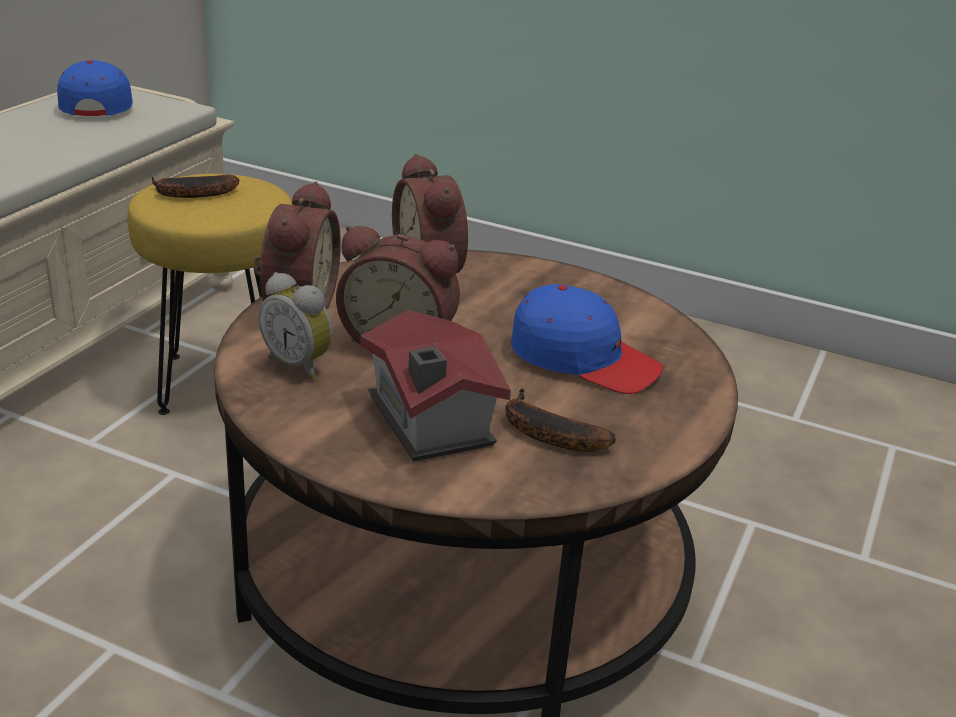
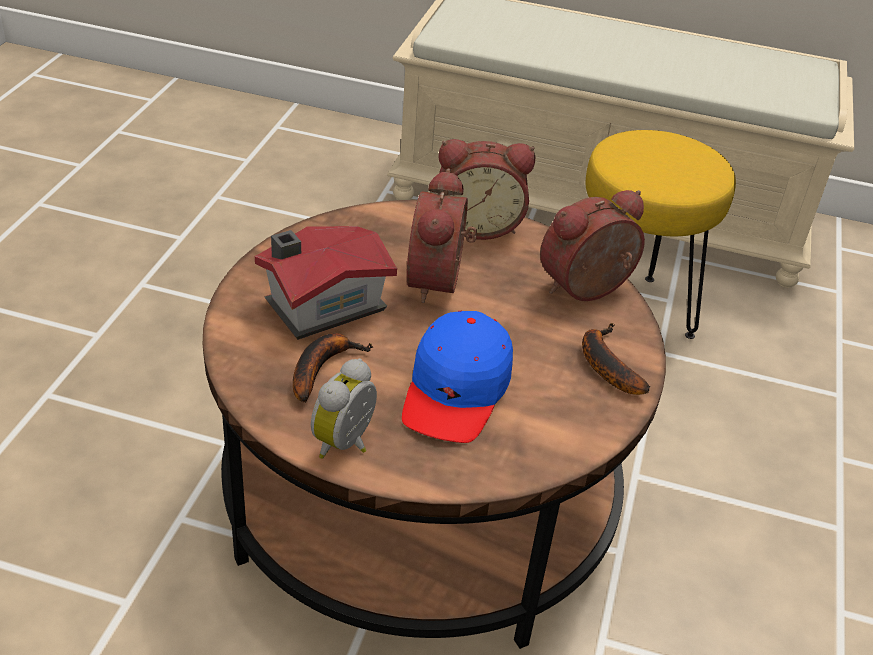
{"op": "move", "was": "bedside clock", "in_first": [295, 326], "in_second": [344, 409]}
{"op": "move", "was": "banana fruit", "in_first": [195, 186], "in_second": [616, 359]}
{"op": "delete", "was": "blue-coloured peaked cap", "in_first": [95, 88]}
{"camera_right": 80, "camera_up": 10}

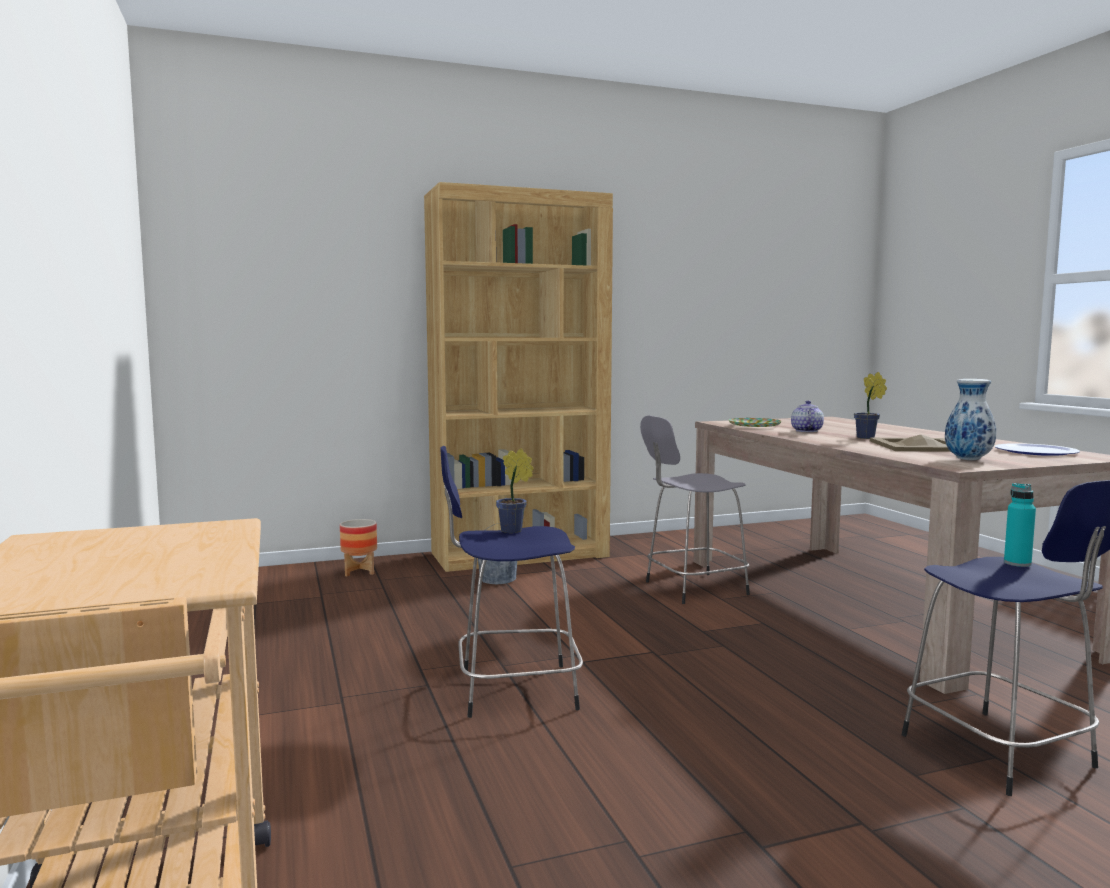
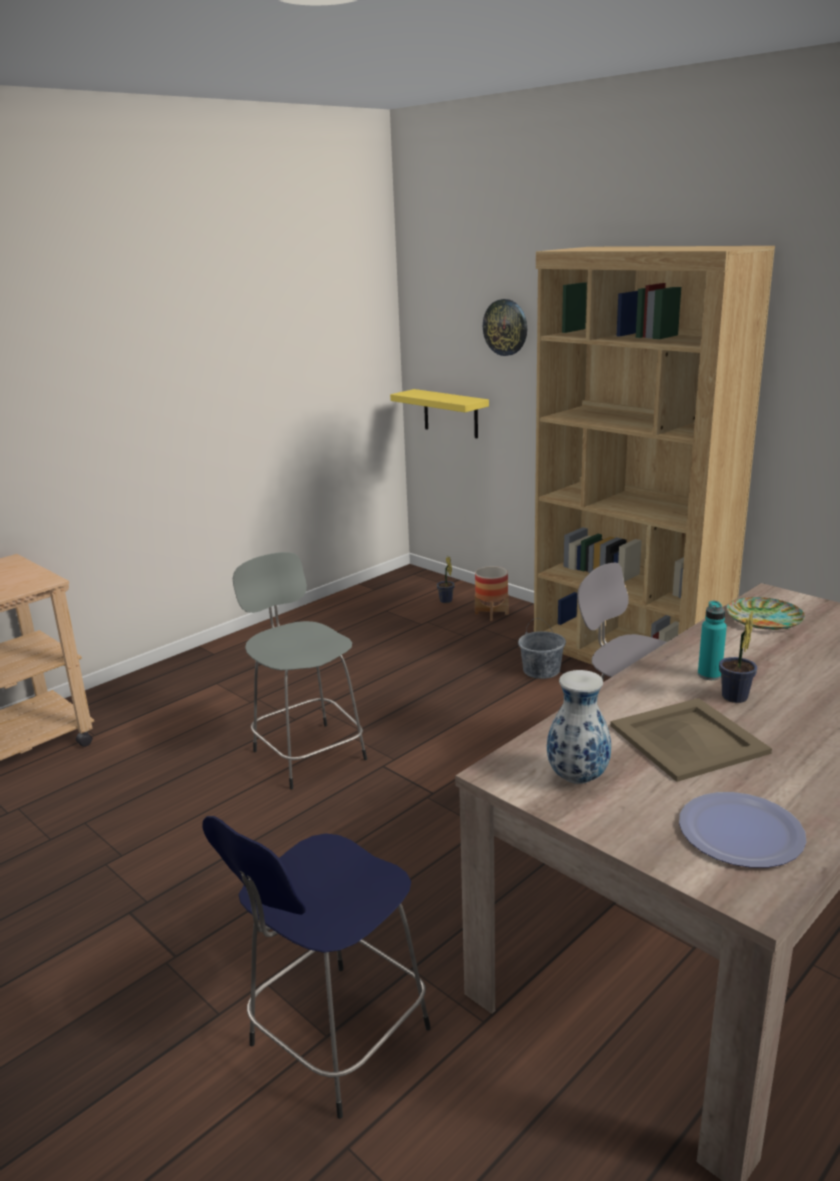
{"op": "recolor", "was": "blue-coloured stool seat", "now": "greyish stool seat", "in_first": [511, 582], "in_second": [300, 671]}
{"op": "insert", "now": "yellowish shelf", "in_second": [439, 413]}
{"op": "move", "was": "plant in a pot", "in_first": [515, 491], "in_second": [446, 579]}
{"op": "insert", "now": "hanging clock", "in_second": [505, 327]}
{"op": "move", "was": "turquoise-coloured drink bottle", "in_first": [1020, 525], "in_second": [712, 640]}
{"op": "delete", "was": "pot for tea", "in_first": [807, 416]}
{"camera_right": 65, "camera_up": 15}

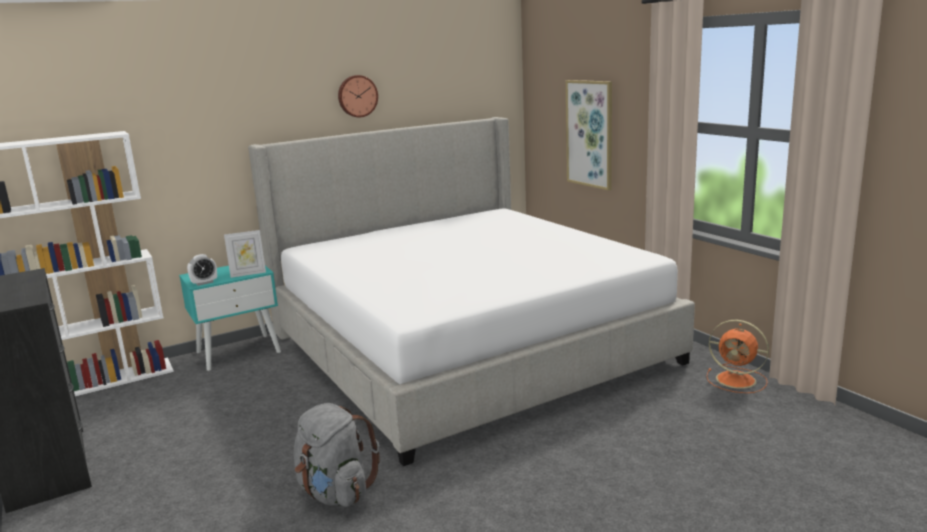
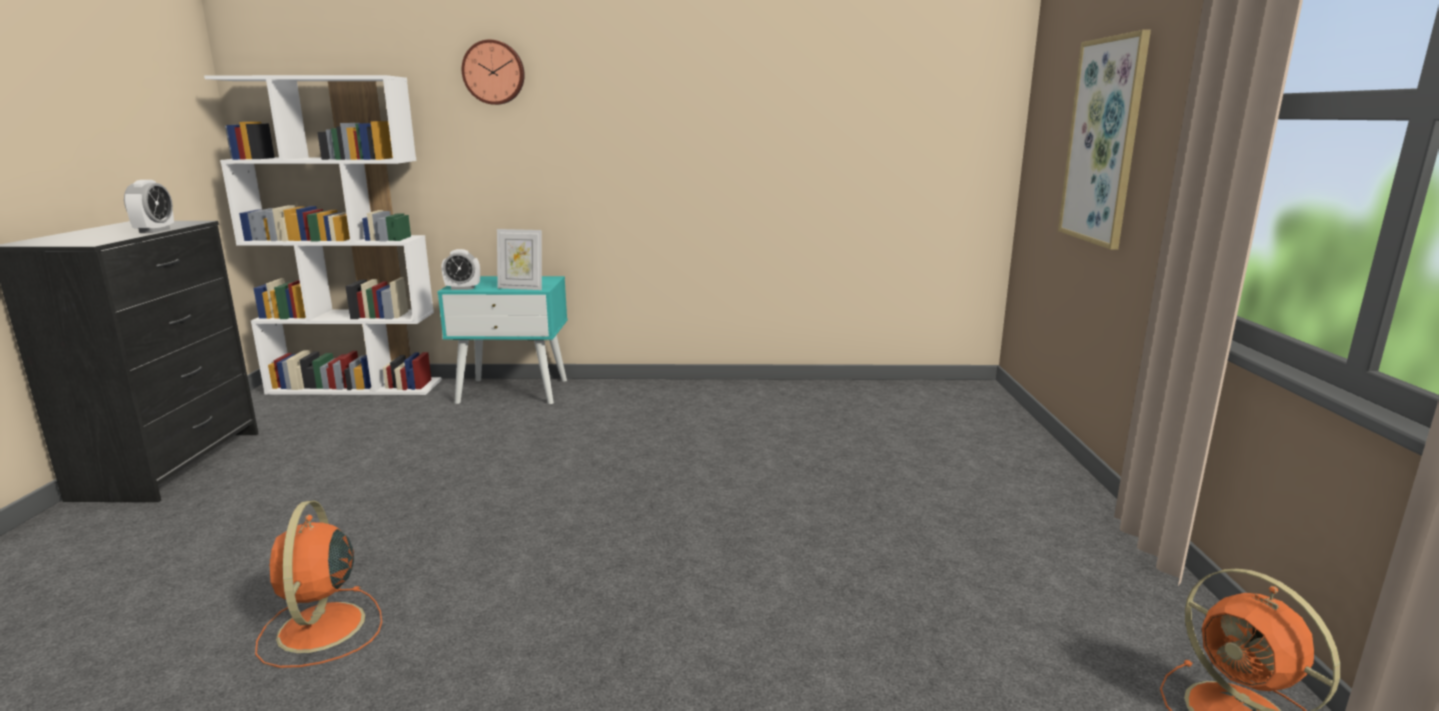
{"op": "insert", "now": "bedside clock", "in_second": [149, 206]}
{"op": "replace", "was": "greyish backpack", "now": "orange cooling fan", "in_first": [337, 455], "in_second": [318, 584]}
{"op": "move", "was": "hanging clock", "in_first": [358, 96], "in_second": [493, 72]}
{"op": "delete", "was": "sleeping bed", "in_first": [471, 291]}
{"camera_right": 30, "camera_up": 0}

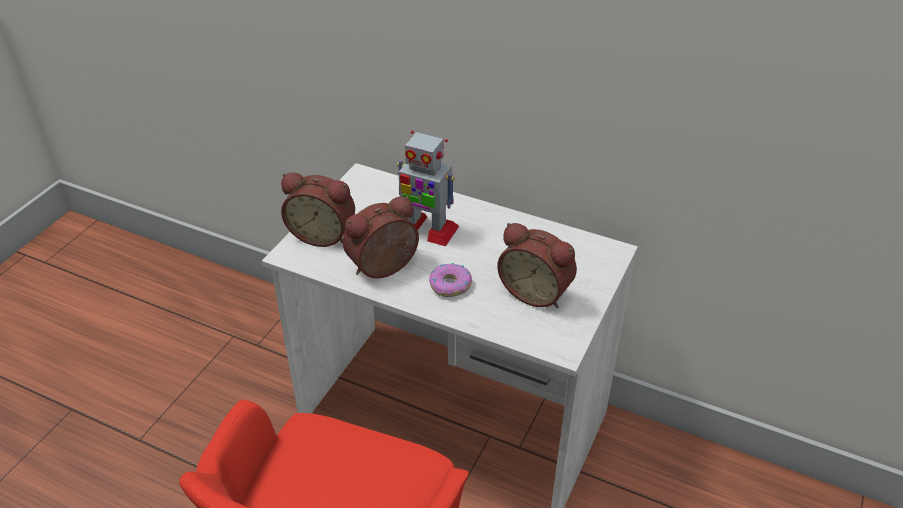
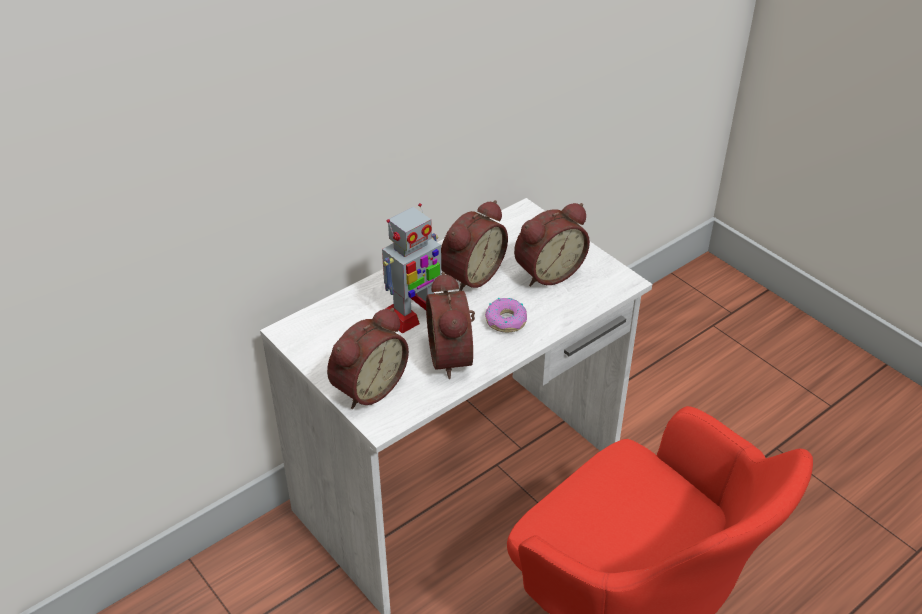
{"op": "insert", "now": "bedside clock", "in_second": [474, 245]}
{"camera_right": -65, "camera_up": 0}

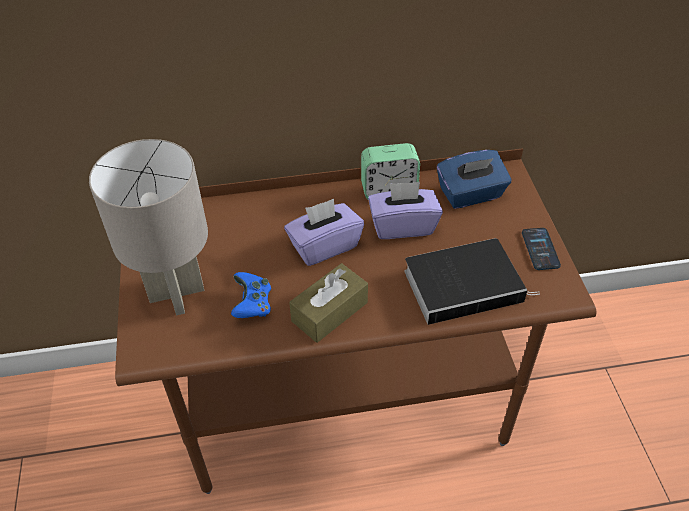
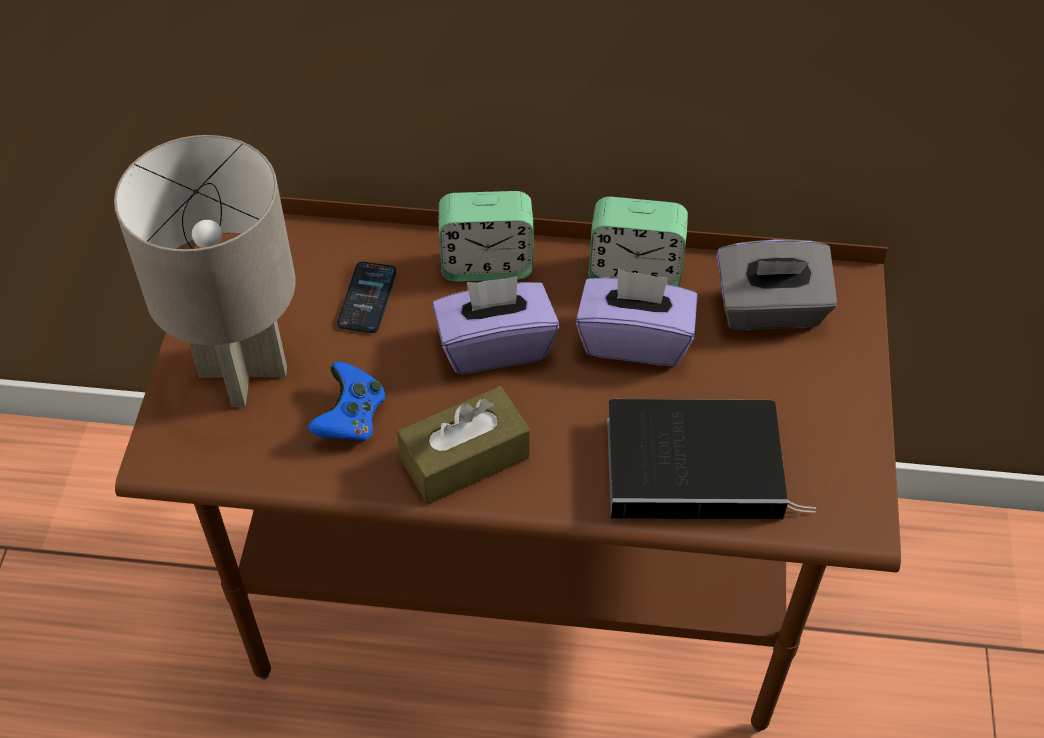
{"op": "move", "was": "phone", "in_first": [541, 249], "in_second": [366, 297]}
{"op": "insert", "now": "bedside clock", "in_second": [486, 236]}
{"op": "recolor", "was": "blue-coloured tissue holder", "now": "greyish tissue holder", "in_first": [474, 179], "in_second": [776, 284]}
{"camera_right": 15, "camera_up": 5}

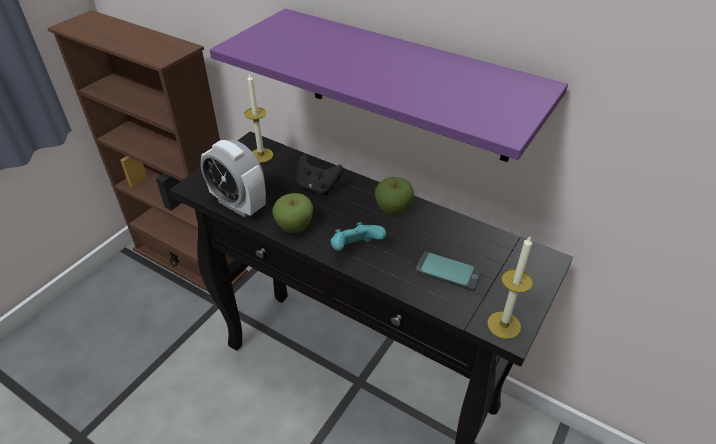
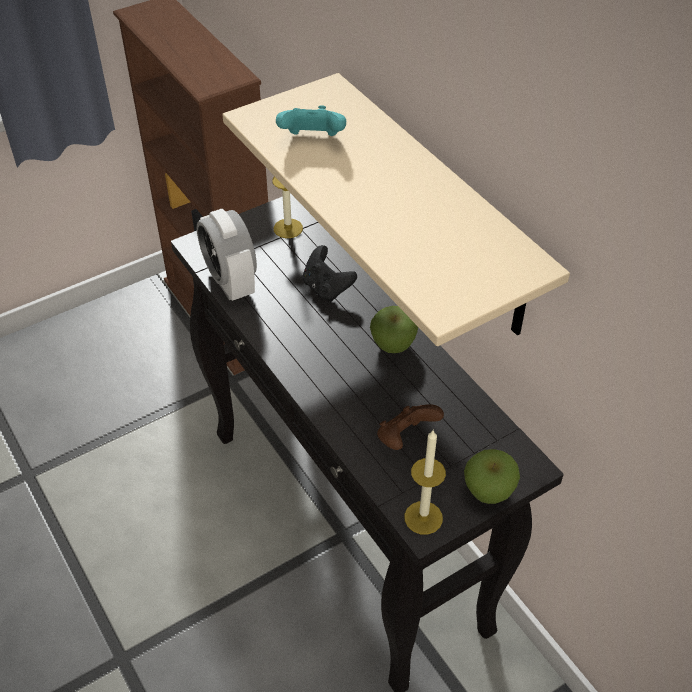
{"op": "recolor", "was": "purplish shelf", "now": "beige shelf", "in_first": [389, 85], "in_second": [396, 209]}
{"op": "move", "was": "turquoise-coloured joypad", "in_first": [358, 236], "in_second": [311, 120]}
{"op": "replace", "was": "phone", "now": "brown joypad", "in_first": [449, 271], "in_second": [410, 427]}
{"op": "move", "was": "whole apple", "in_first": [292, 213], "in_second": [492, 476]}
{"camera_right": 25, "camera_up": 5}

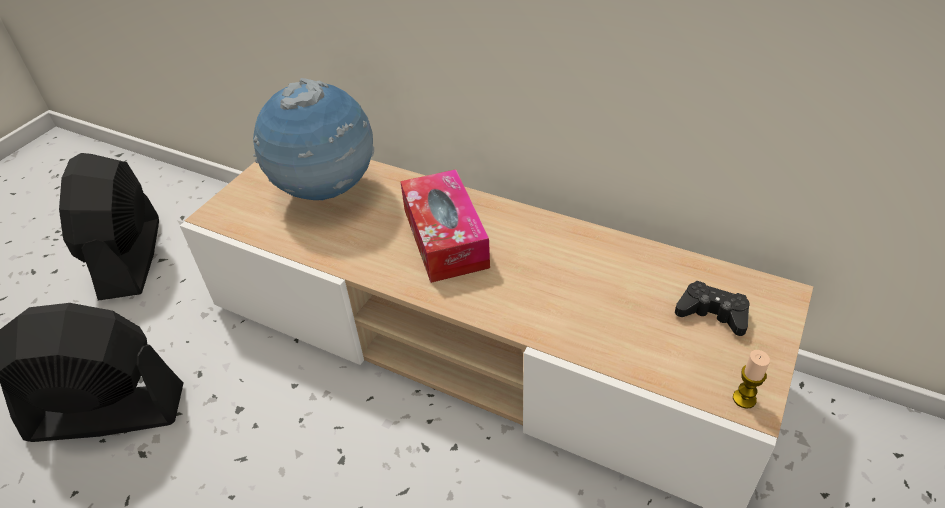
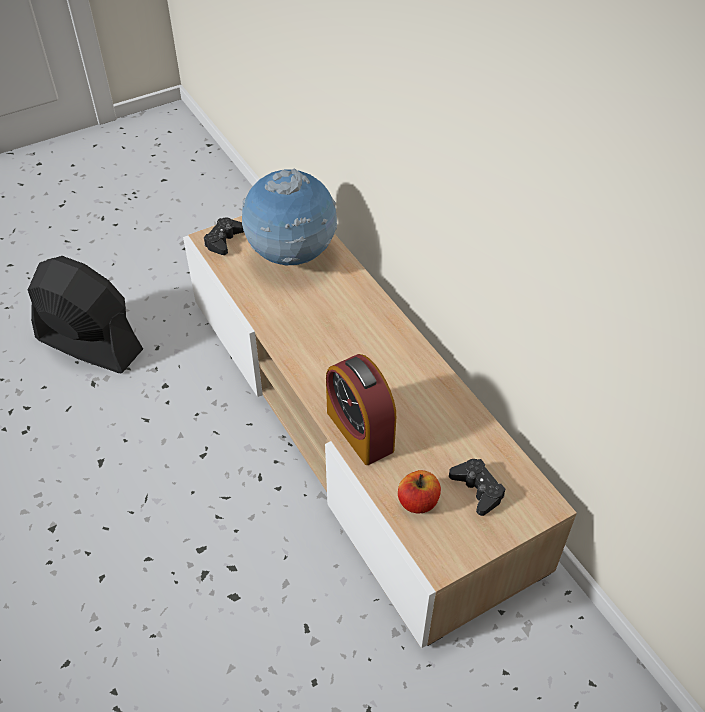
{"op": "insert", "now": "black-coloured joypad", "in_second": [224, 236]}
{"op": "insert", "now": "bedside clock", "in_second": [361, 409]}
{"op": "insert", "now": "whole apple", "in_second": [419, 491]}
{"op": "delete", "was": "black-coloured cooling fan", "in_first": [109, 227]}
{"op": "delete", "was": "tissue holder", "in_first": [445, 226]}
{"op": "delete", "was": "wax light", "in_first": [751, 379]}
{"camera_right": 30, "camera_up": 5}

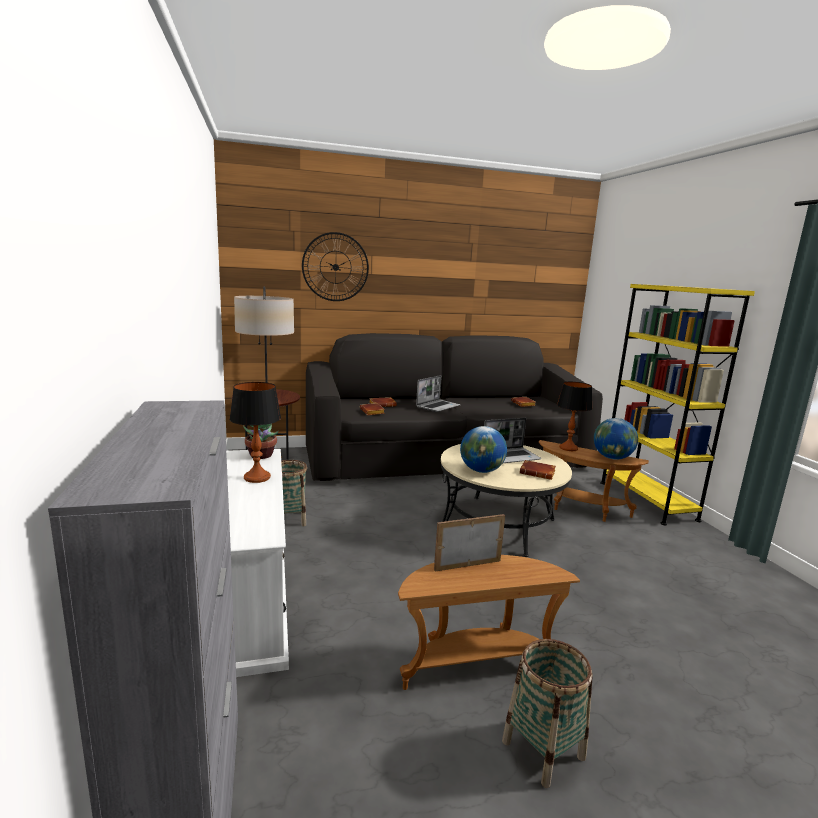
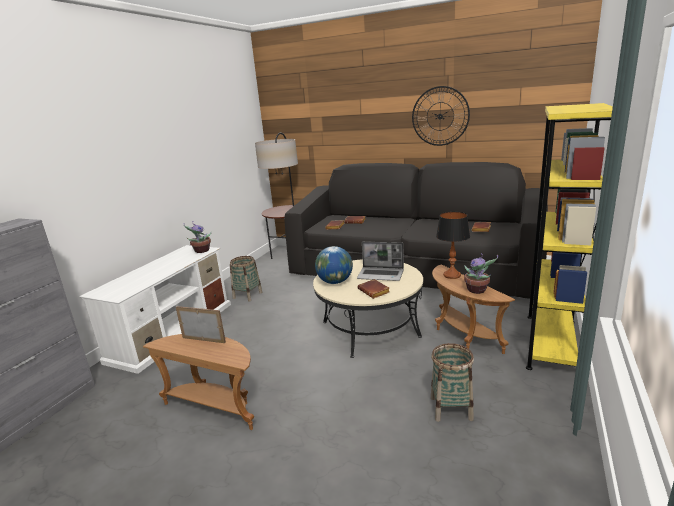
{"op": "move", "was": "hanging clock", "in_first": [335, 266], "in_second": [441, 116]}
{"op": "move", "was": "household basket", "in_first": [547, 713], "in_second": [452, 382]}
{"op": "replace", "was": "globe", "now": "plant in a pot", "in_first": [616, 439], "in_second": [481, 273]}
{"op": "delete", "was": "table lamp", "in_first": [255, 432]}
{"op": "delete", "was": "portable computer", "in_first": [438, 393]}
{"camera_right": 40, "camera_up": 5}

